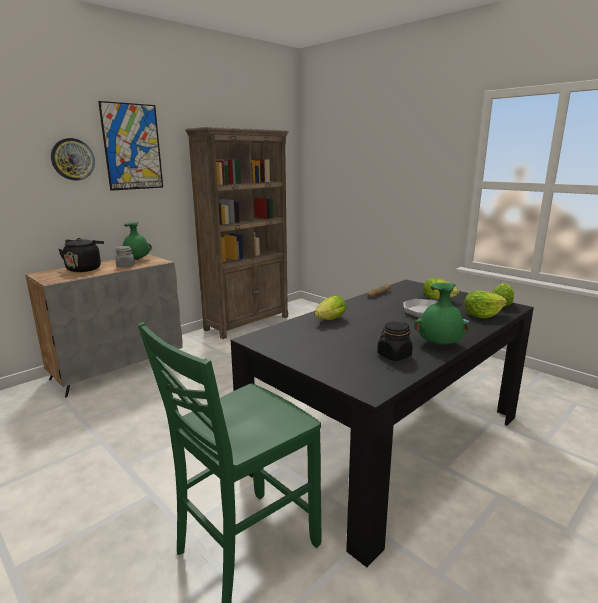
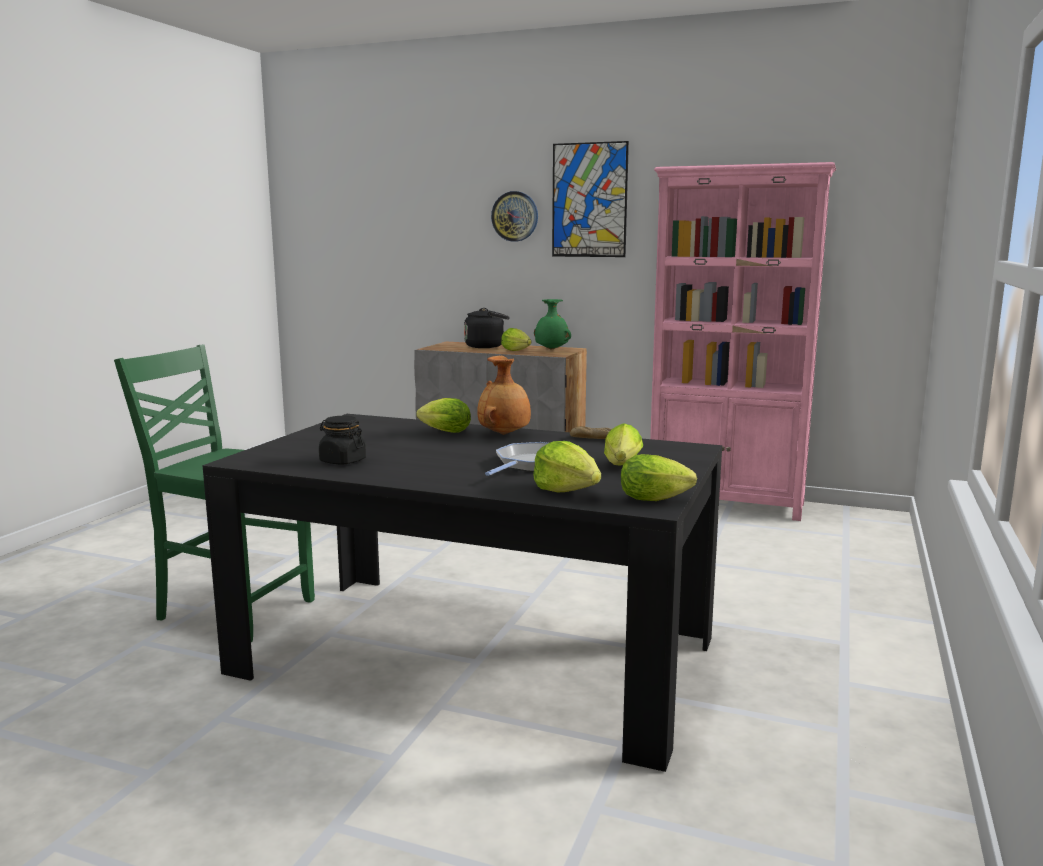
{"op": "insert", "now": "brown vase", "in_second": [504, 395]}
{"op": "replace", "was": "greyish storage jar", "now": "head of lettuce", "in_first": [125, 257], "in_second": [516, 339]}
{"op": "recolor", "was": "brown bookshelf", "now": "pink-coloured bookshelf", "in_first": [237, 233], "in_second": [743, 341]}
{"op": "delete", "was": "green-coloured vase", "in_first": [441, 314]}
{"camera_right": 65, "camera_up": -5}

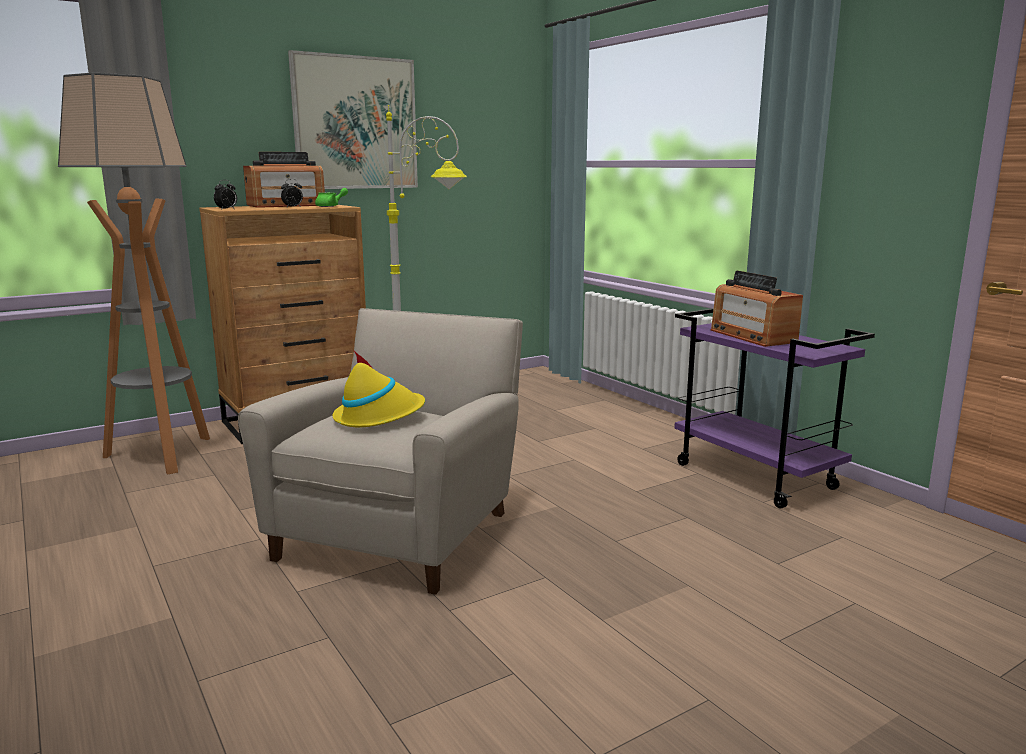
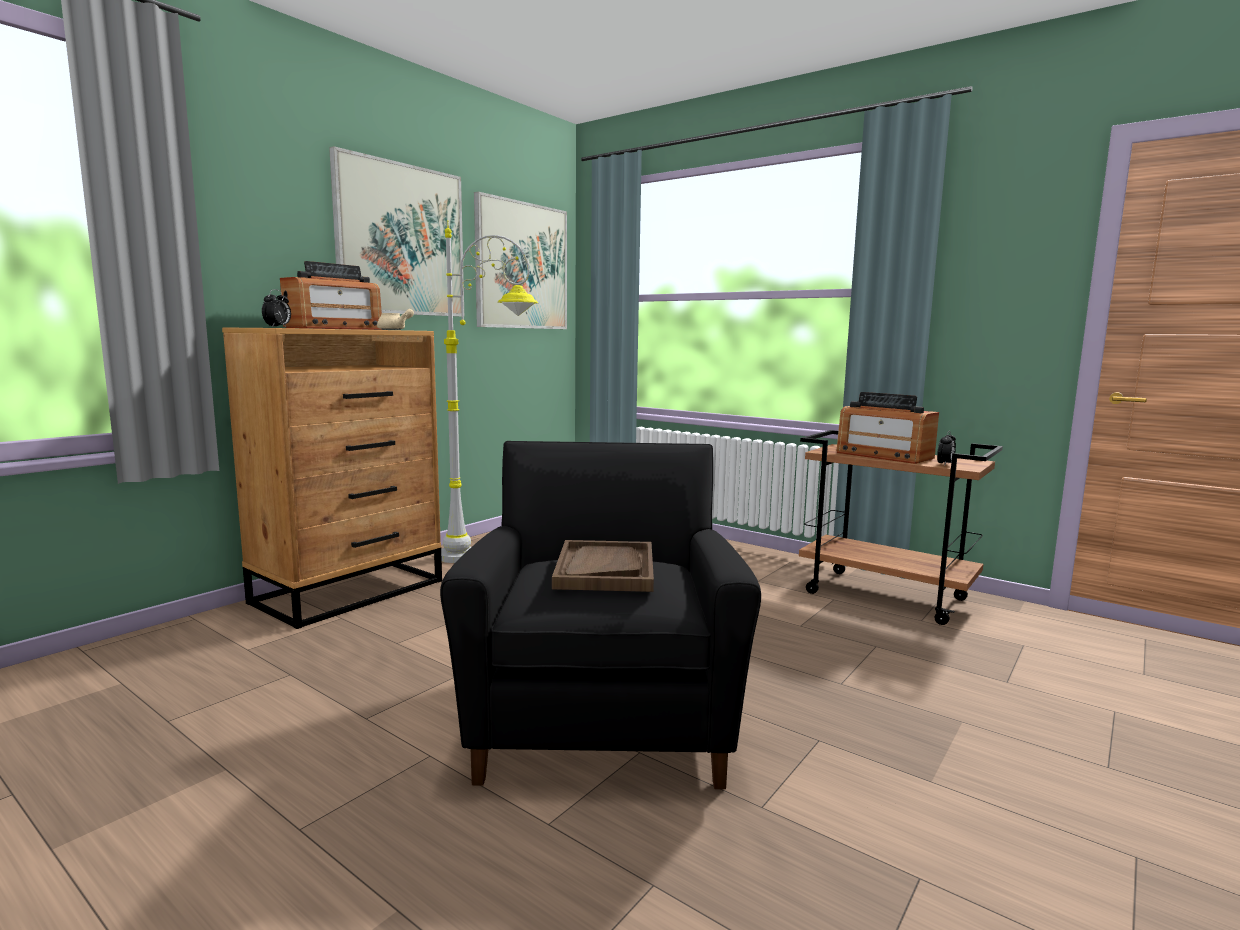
{"op": "recolor", "was": "green-coloured pot for tea", "now": "beige pot for tea", "in_first": [331, 197], "in_second": [395, 319]}
{"op": "recolor", "was": "beige lounge chair", "now": "black-coloured lounge chair", "in_first": [380, 451], "in_second": [600, 615]}
{"op": "insert", "now": "picture", "in_second": [520, 260]}
{"op": "replace", "was": "yellowish hat", "now": "brown carrying tray", "in_first": [379, 388], "in_second": [603, 566]}
{"op": "recolor", "was": "purplish cart", "now": "brown cart", "in_first": [774, 408], "in_second": [901, 527]}
{"op": "move", "was": "bedside clock", "in_first": [292, 193], "in_second": [946, 447]}
{"op": "delete", "was": "standing lamp", "in_first": [134, 274]}
{"camera_right": -20, "camera_up": -5}

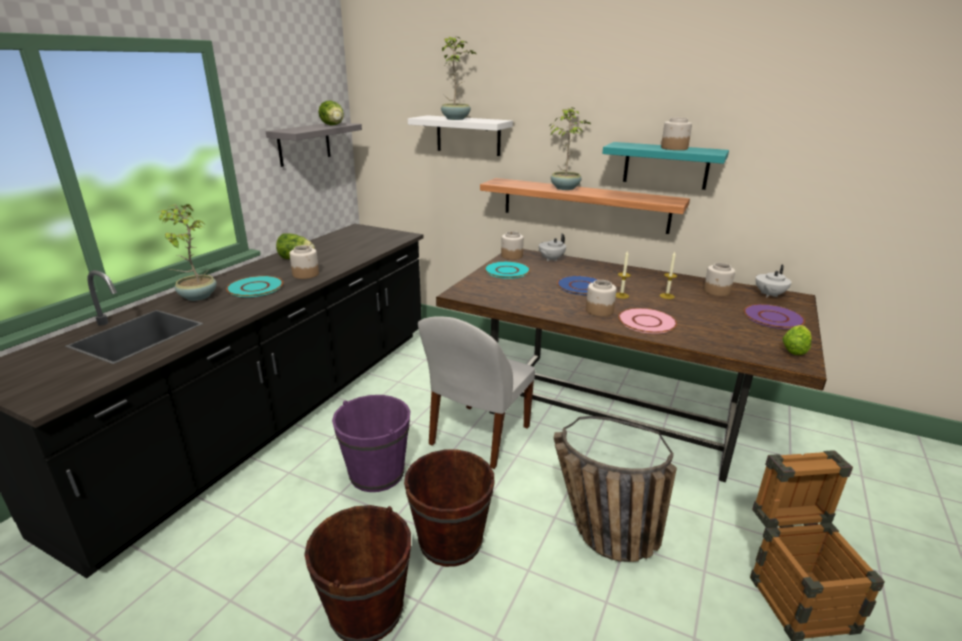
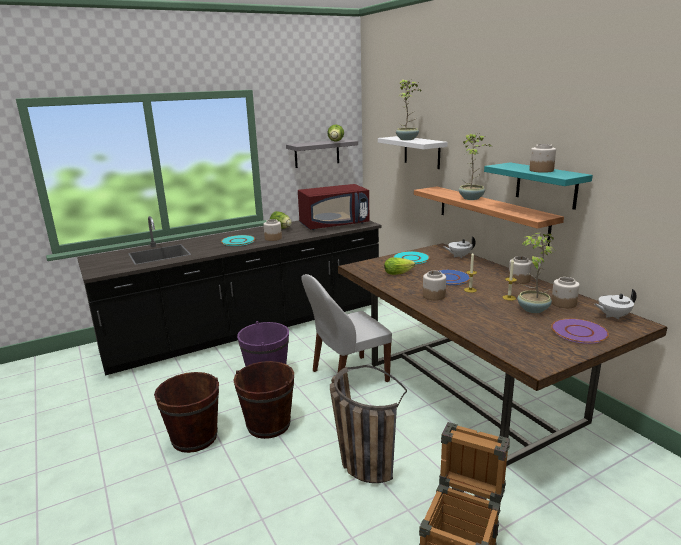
{"op": "insert", "now": "red-coloured microwave oven", "in_second": [333, 207]}
{"op": "move", "was": "head of lettuce", "in_first": [797, 340], "in_second": [399, 266]}
{"op": "move", "was": "storage jar", "in_first": [512, 245], "in_second": [520, 270]}
{"op": "move", "was": "plant in a pot", "in_first": [187, 252], "in_second": [535, 273]}
{"op": "delete", "was": "pink-coloured flat dish", "in_first": [647, 321]}
{"camera_right": 35, "camera_up": -5}

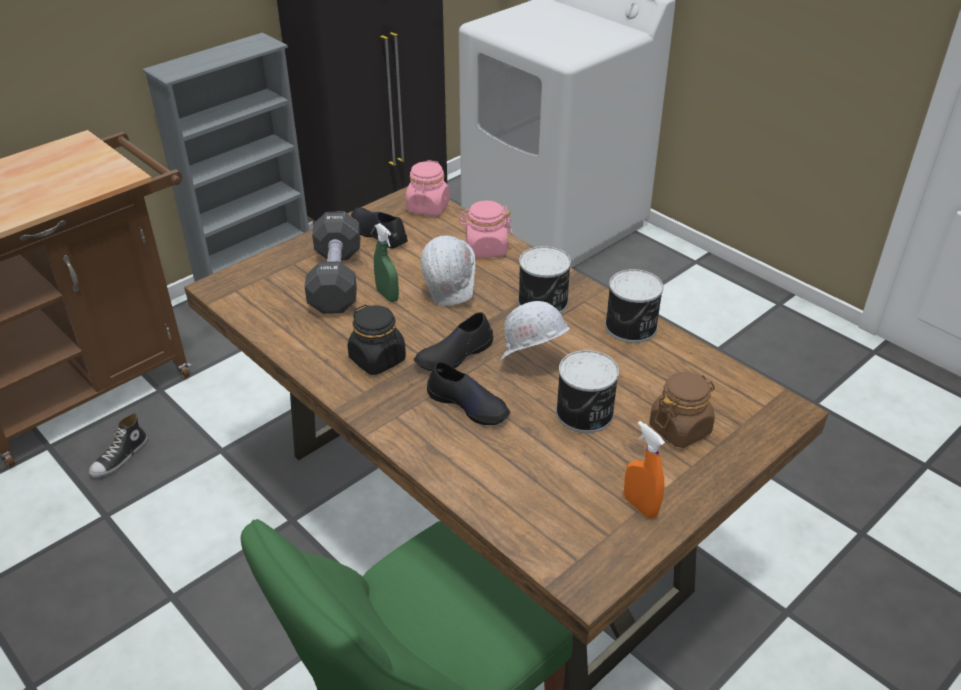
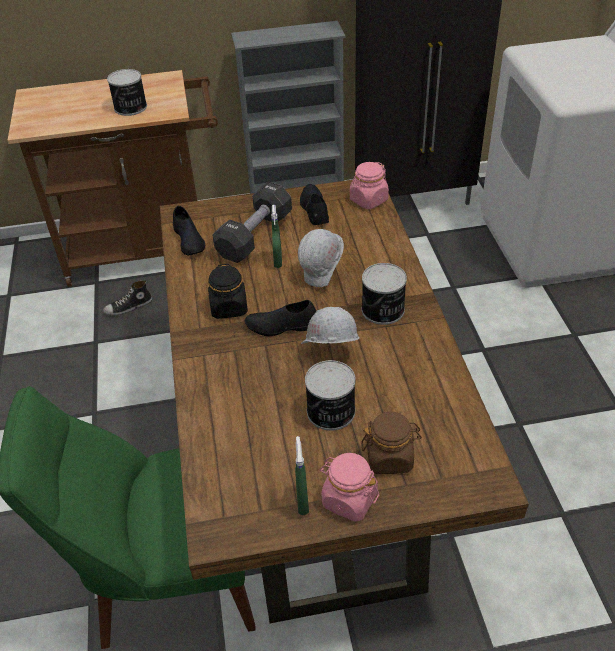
{"op": "move", "was": "can", "in_first": [634, 306], "in_second": [127, 92]}
{"op": "move", "was": "black-coloured shoe", "in_first": [468, 393], "in_second": [189, 230]}
{"op": "recolor", "was": "orange spray bottle", "now": "green-coloured spray bottle", "in_first": [644, 469], "in_second": [302, 475]}
{"op": "move", "was": "pink-coloured storage jar", "in_first": [485, 229], "in_second": [349, 487]}
{"camera_right": 35, "camera_up": 5}

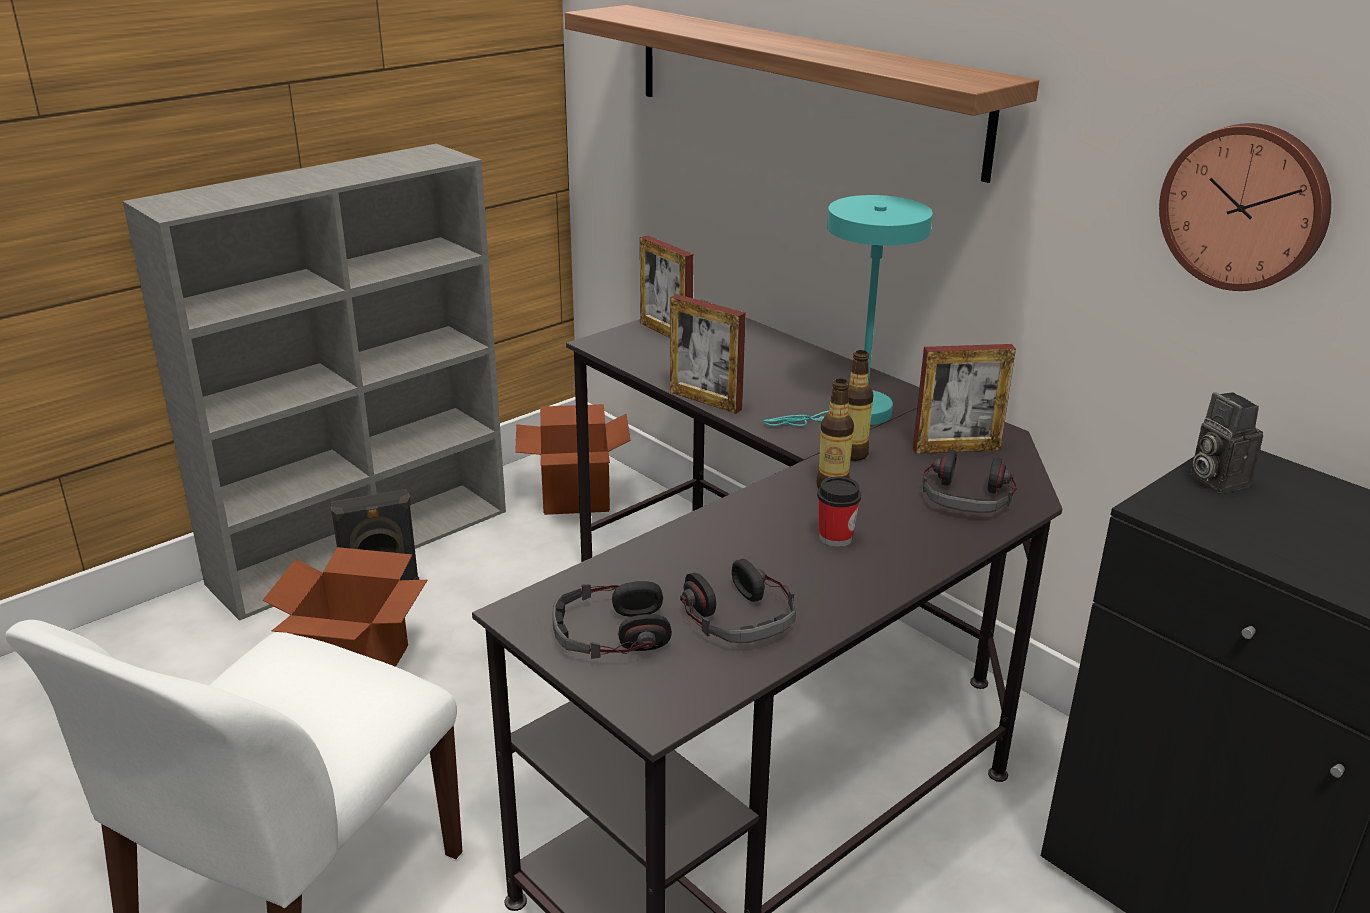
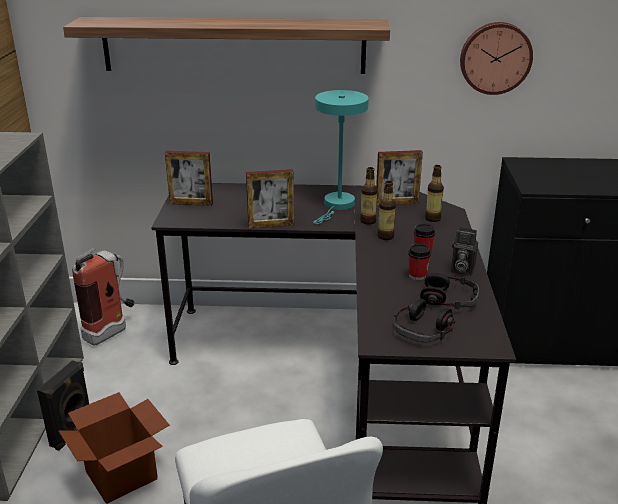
{"op": "replace", "was": "carton", "now": "extinguisher", "in_first": [572, 459], "in_second": [103, 296]}
{"op": "rotate", "was": "standing frame", "in_first": [964, 399], "in_second": [399, 178], "clockwise": 45}
{"op": "insert", "now": "small cup", "in_second": [419, 262]}
{"op": "replace", "was": "pair of headphones", "now": "drink bottle", "in_first": [970, 481], "in_second": [434, 193]}
{"op": "move", "was": "still camera", "in_first": [1226, 443], "in_second": [464, 251]}
{"camera_right": -45, "camera_up": 0}

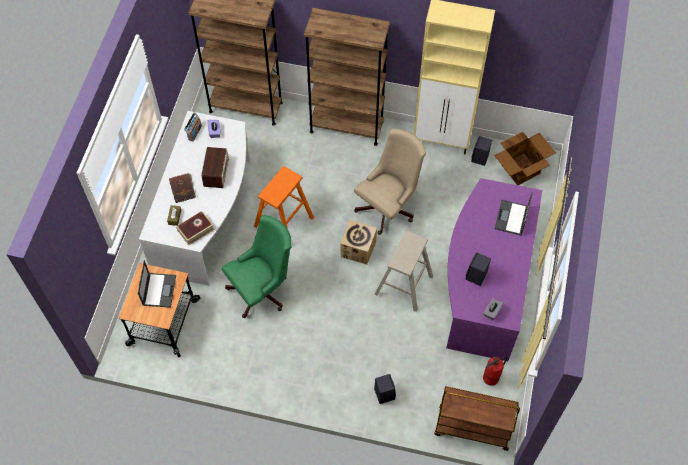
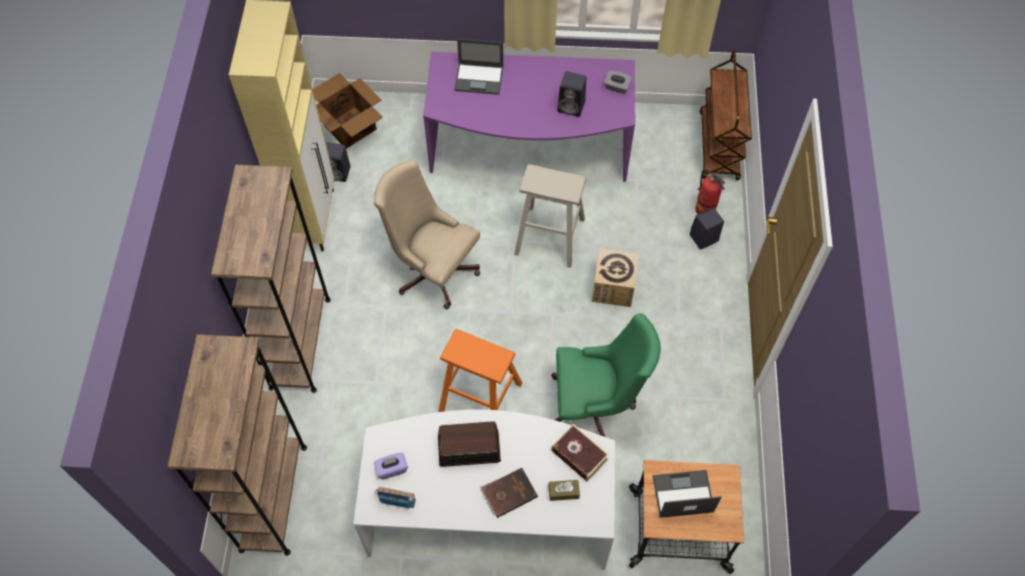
{"op": "rotate", "was": "green-coloured office chair", "in_first": [257, 266], "in_second": [606, 375], "clockwise": 135}
{"op": "move", "was": "carton", "in_first": [359, 242], "in_second": [615, 277]}
{"op": "move", "was": "extinguisher", "in_first": [495, 371], "in_second": [710, 191]}
{"camera_right": -100, "camera_up": 0}

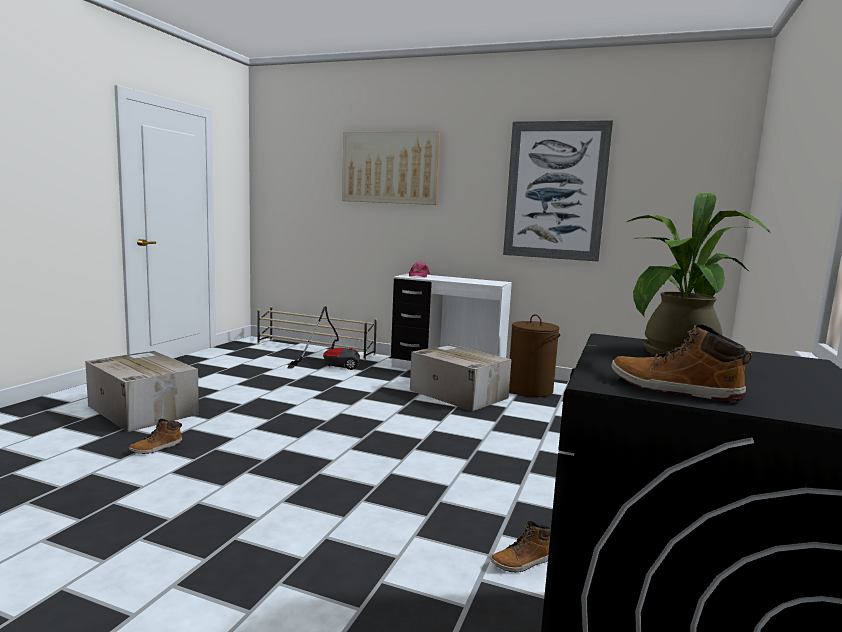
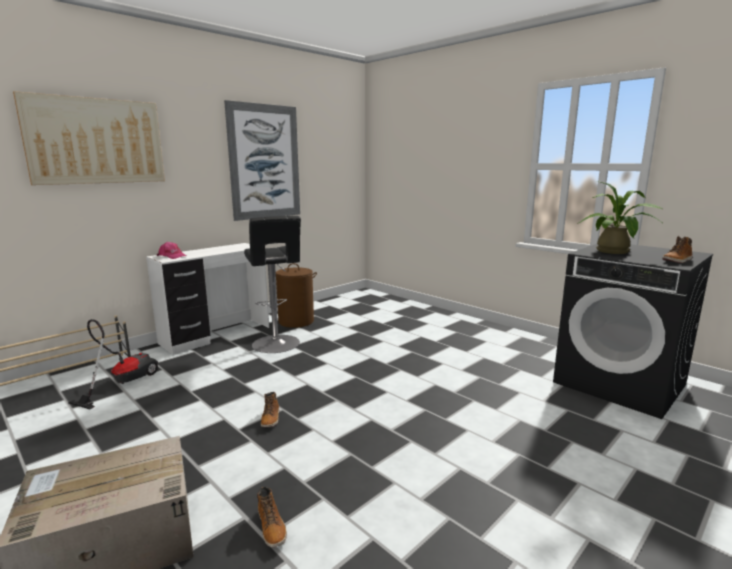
{"op": "replace", "was": "carton", "now": "black-coloured stool seat", "in_first": [461, 377], "in_second": [272, 284]}
{"op": "move", "was": "boot", "in_first": [521, 547], "in_second": [270, 409]}
{"camera_right": -65, "camera_up": 5}

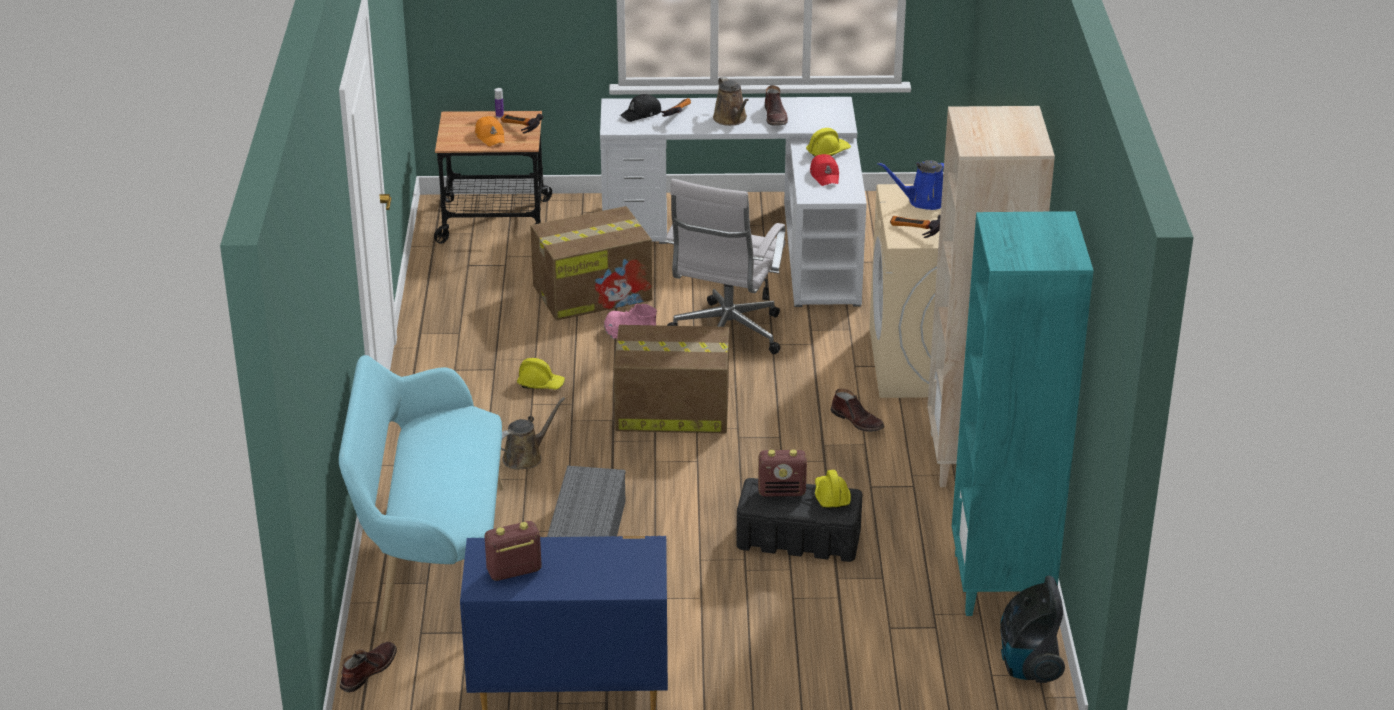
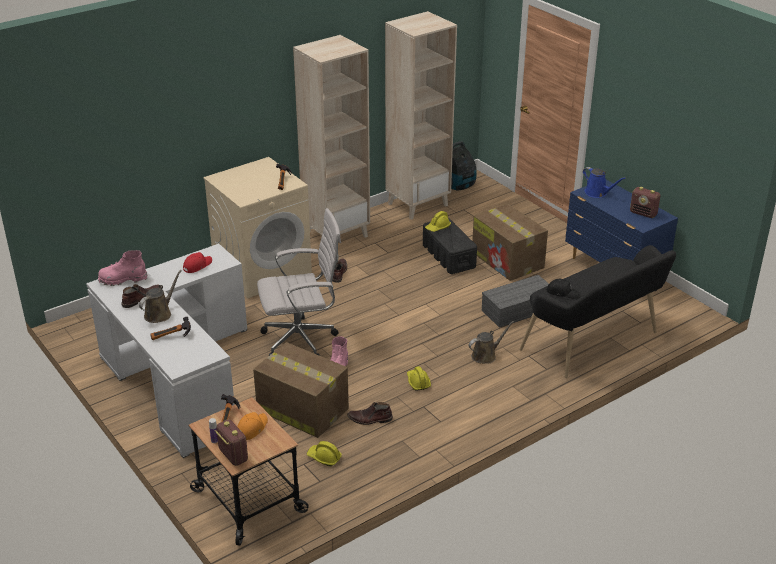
{"op": "insert", "now": "pink-coloured boot", "in_second": [122, 268]}
{"op": "move", "was": "radio receiver", "in_first": [782, 473], "in_second": [231, 442]}
{"op": "move", "was": "yellowish hard hat", "in_first": [828, 142], "in_second": [324, 453]}
{"op": "move", "was": "brown boot", "in_first": [368, 667], "in_second": [370, 413]}
{"op": "recolor", "was": "turquoise-coloured bookshelf", "now": "beige bookshelf", "in_first": [1023, 413], "in_second": [421, 115]}
{"op": "rotate", "was": "brown watering can", "in_first": [533, 433], "in_second": [491, 342], "clockwise": 135}
{"op": "move", "was": "carton", "in_first": [671, 379], "in_second": [510, 242]}
{"op": "recolor", "was": "turquoise-coloured long seat", "now": "black-coloured long seat", "in_first": [421, 493], "in_second": [597, 311]}
{"op": "move", "was": "black-coloured peaked cap", "in_first": [640, 108], "in_second": [563, 289]}
{"op": "move", "was": "blue-coloured watering can", "in_first": [911, 185], "in_second": [604, 182]}
{"camera_right": -125, "camera_up": 0}

